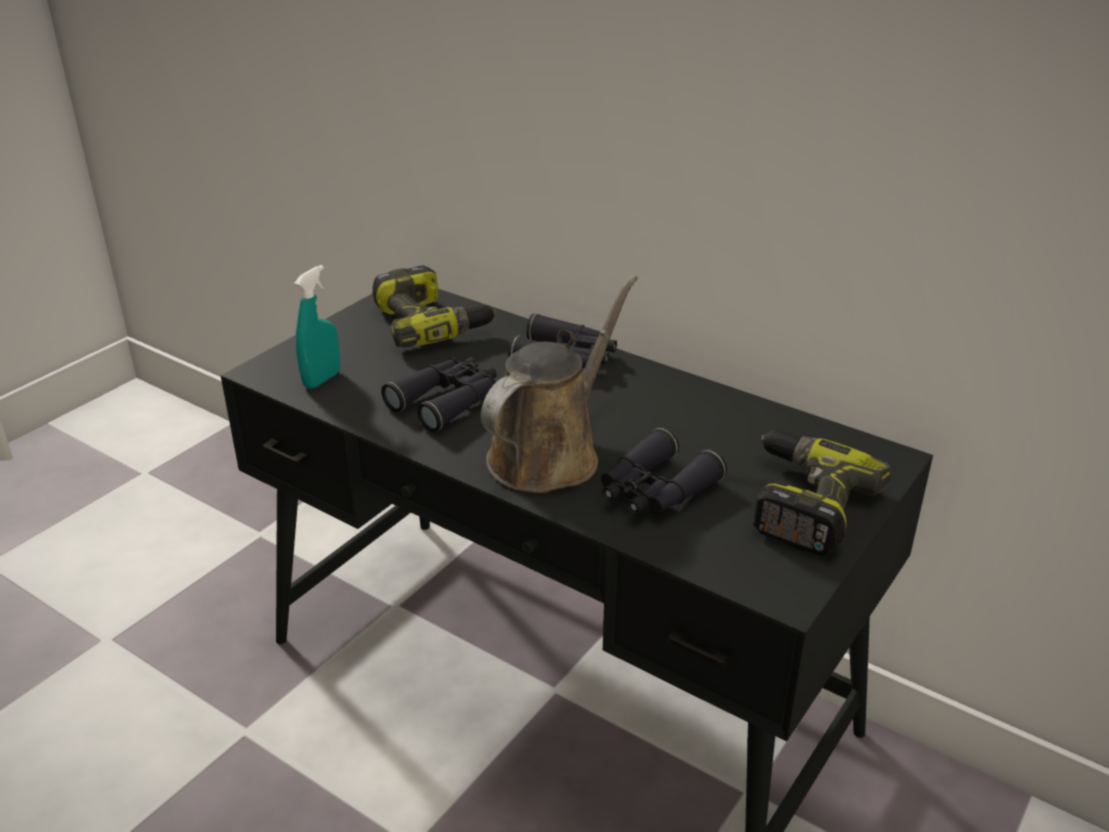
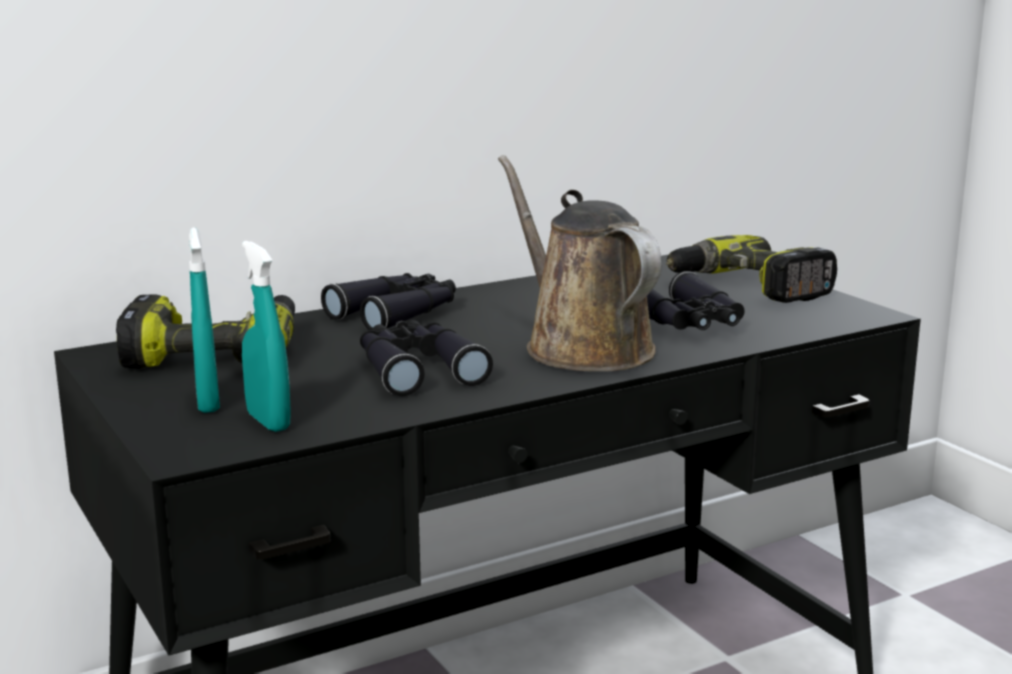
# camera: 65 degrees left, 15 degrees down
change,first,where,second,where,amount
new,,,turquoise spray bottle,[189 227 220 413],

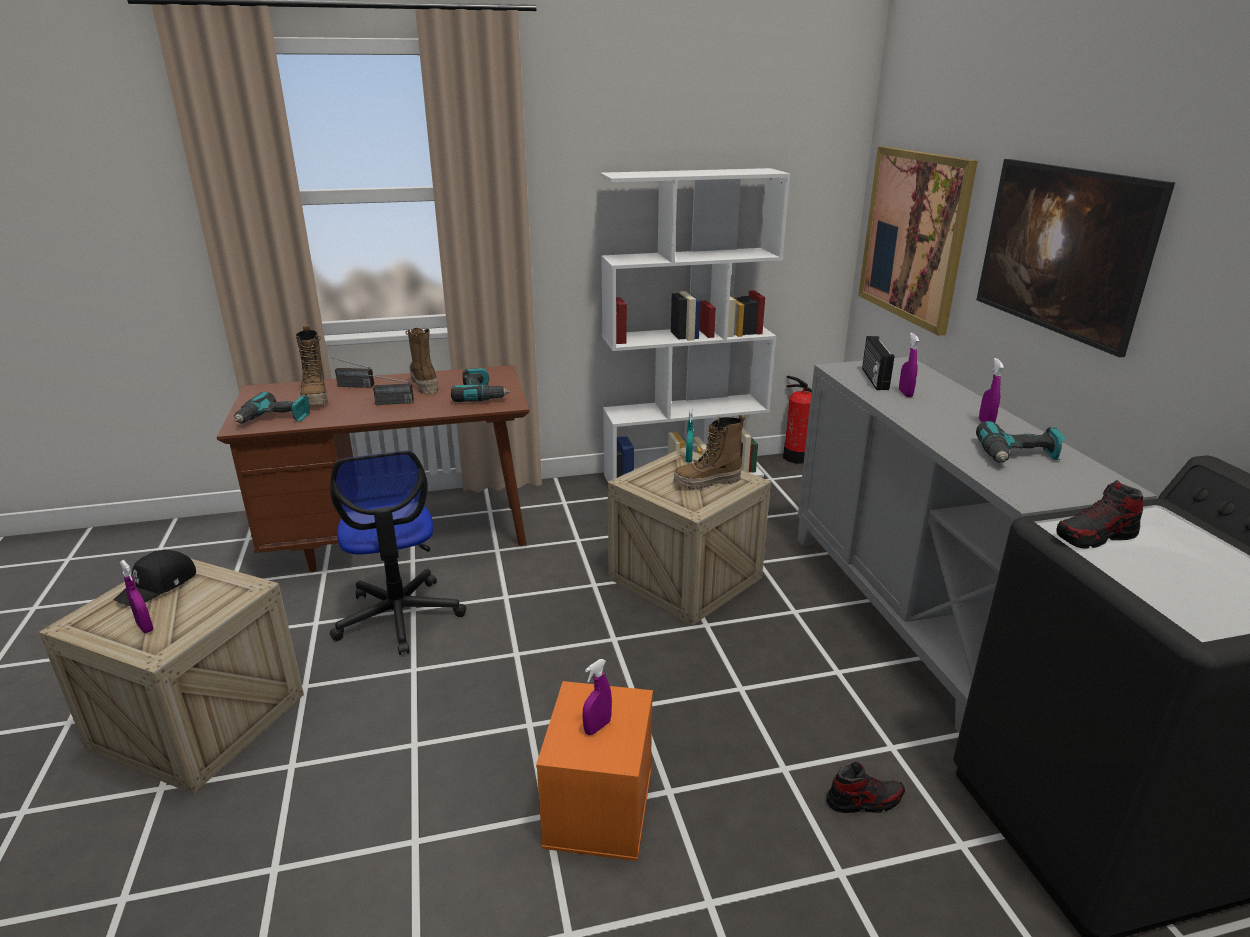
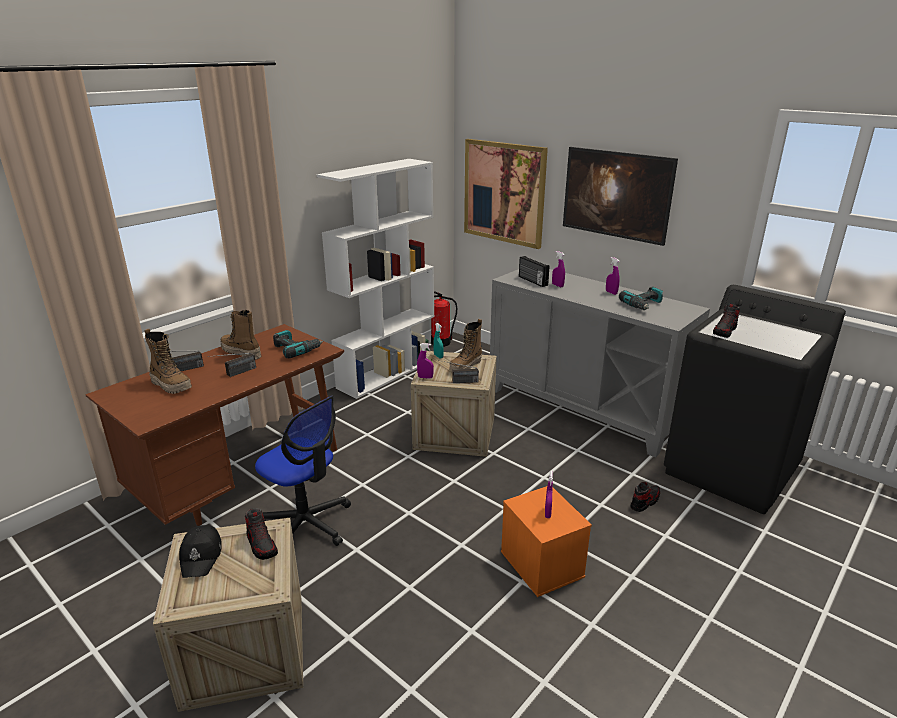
# camera: 35 degrees left, 0 degrees up
change,first,where,second,where,amount
new,,,shoe,[245 508 278 560],
shifted,purple spray bottle,[120 560 153 633],,[417 343 434 379],
new,,,radio,[443 361 479 383],
gone,power drill,[234 392 310 424],,,

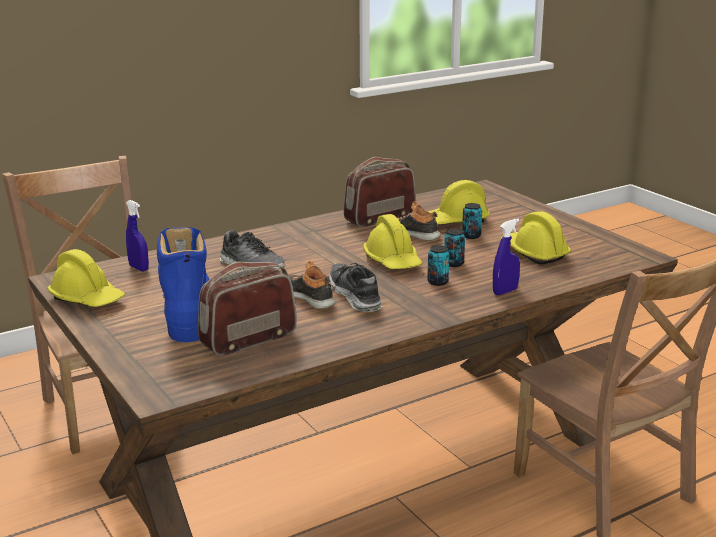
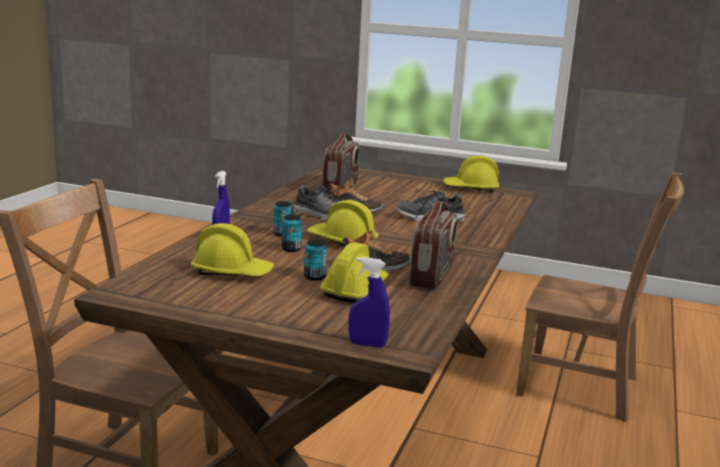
# camera: 140 degrees right, 5 degrees down
change,first,where,second,where,amount
shifted,blue spray bottle,[126 200 149 271],,[349 257 390 348],
gone,blue boot,[157 227 210 342],,,

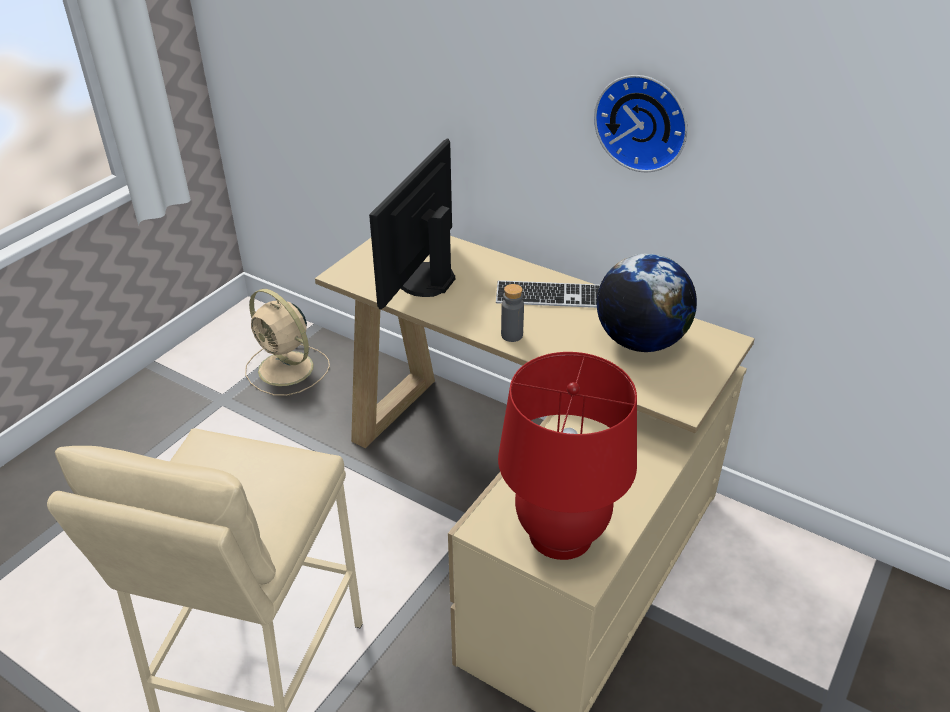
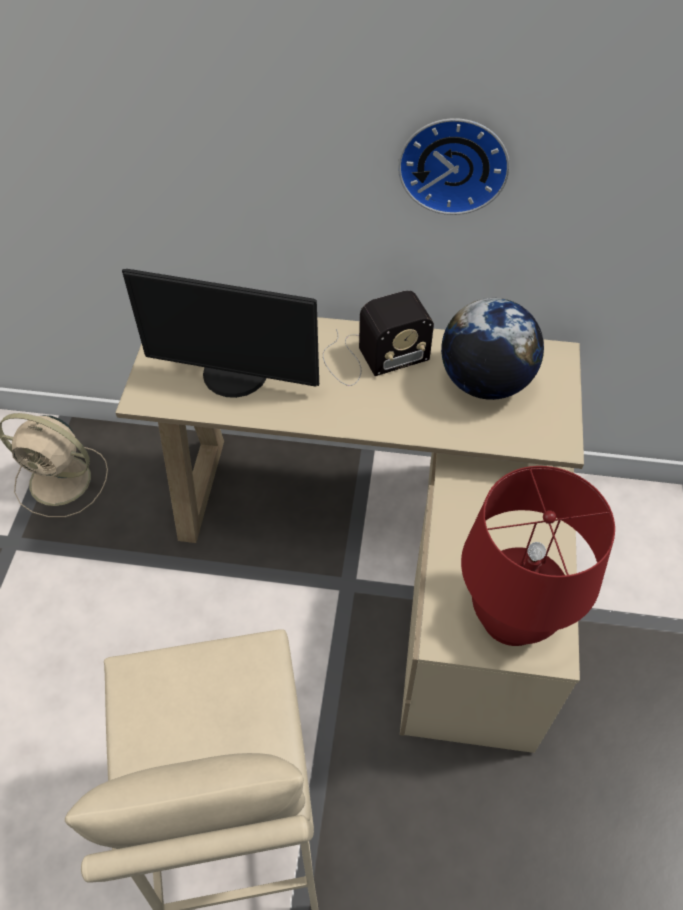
# camera: 25 degrees left, 15 degrees up
change,first,where,second,where,amount
rotated,monitor,[369 139 455 310],,[122 269 319 398],75 degrees counterclockwise
swapped,keyboard,[496 280 600 308],radio,[323 291 434 386],
gone,grey bottle,[501 284 524 342],,,

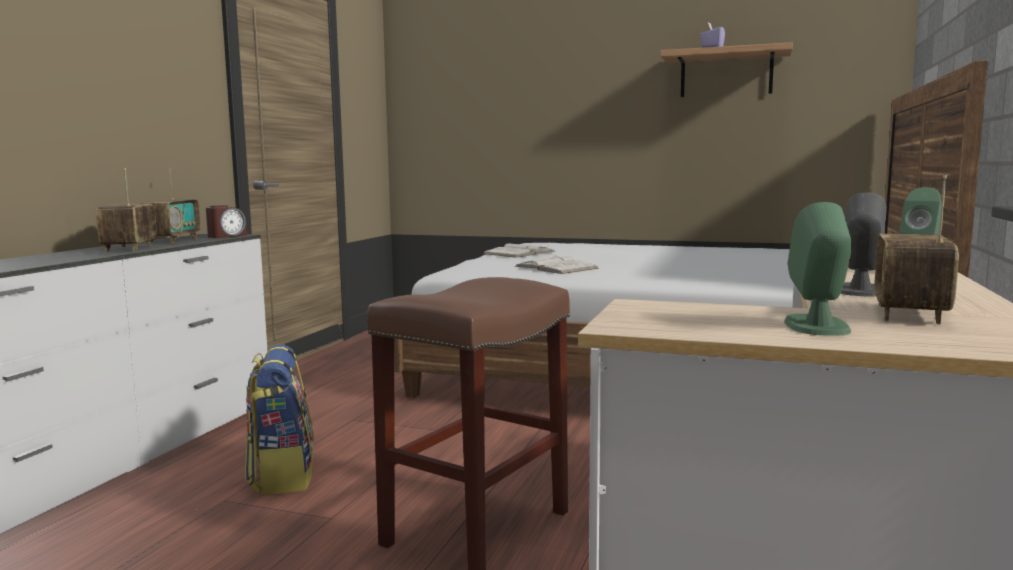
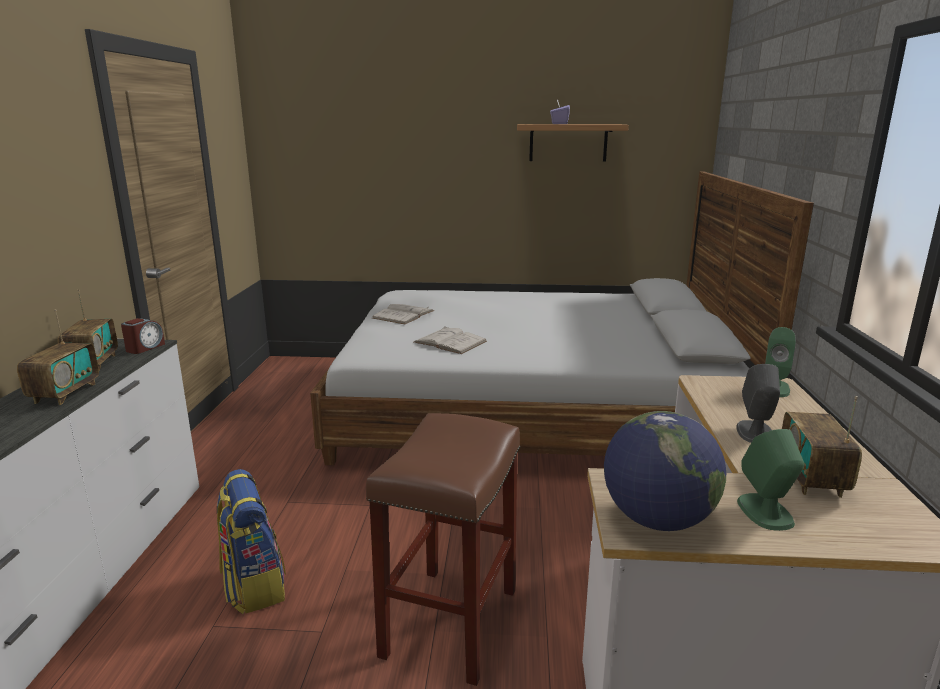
# camera: 15 degrees left, 10 degrees up
change,first,where,second,where,amount
rotated,radio,[96 168 157 253],,[17 309 99 405],150 degrees counterclockwise
new,,,globe,[604 411 726 531],

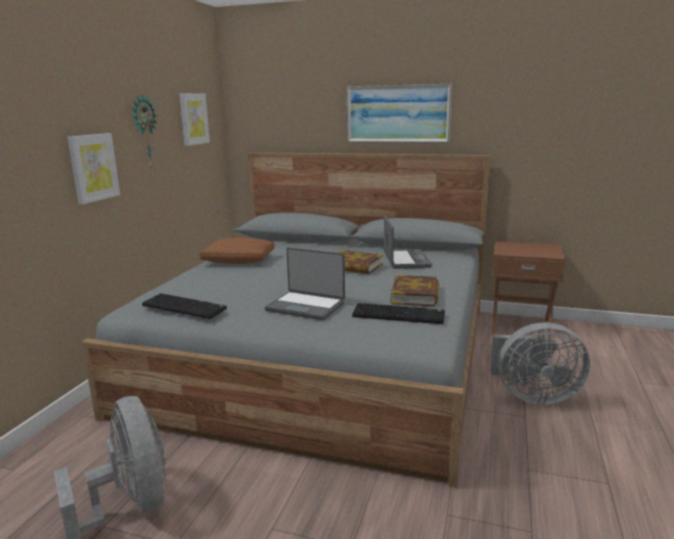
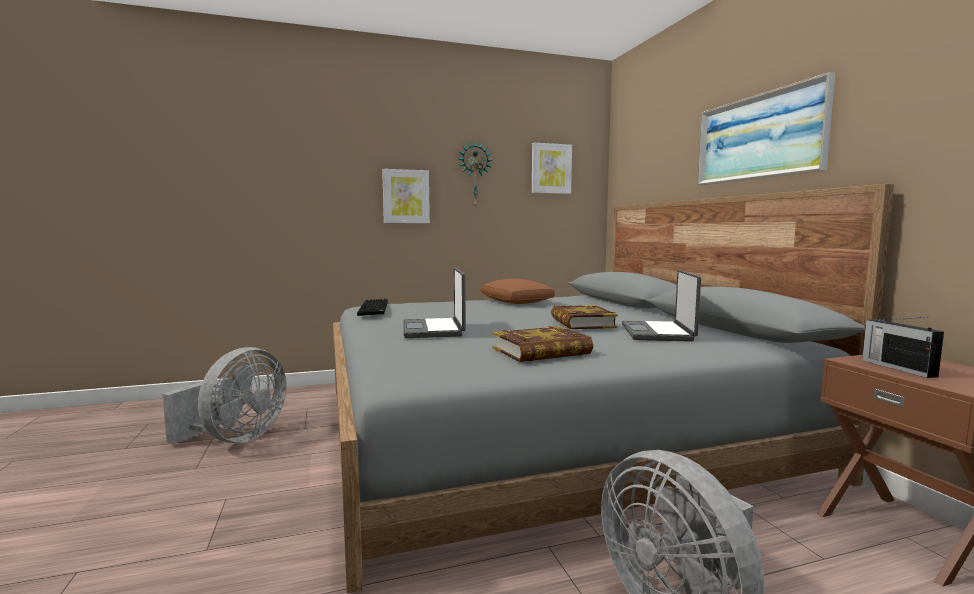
# camera: 55 degrees right, 10 degrees down
change,first,where,second,where,amount
rotated,laptop,[384 216 432 269],,[622 270 701 342],135 degrees clockwise
new,,,radio,[862 317 944 378],
gone,keyboard,[352 303 445 324],,,

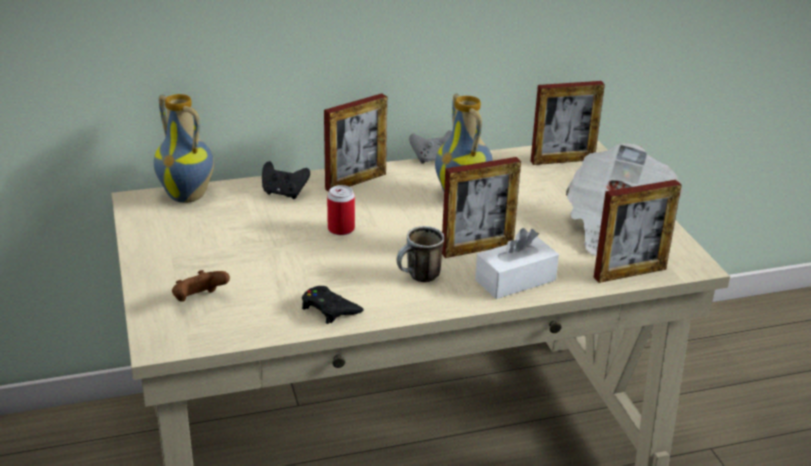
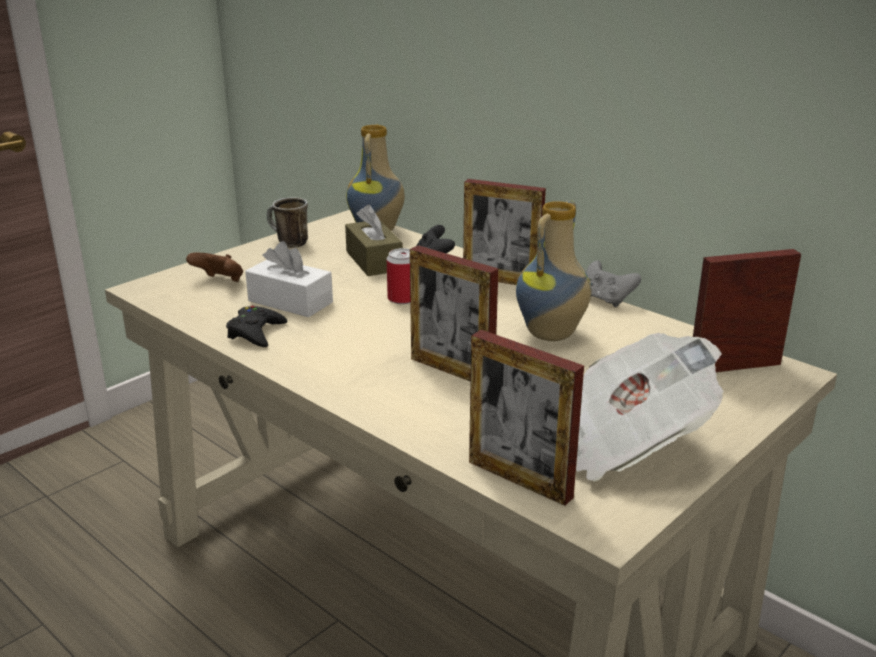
# camera: 60 degrees right, 5 degrees down
change,first,where,second,where,amount
shifted,white tissue box,[475 228 559 299],,[245 241 333 317],
shifted,mug,[396 226 444 282],,[266 197 308 248],
new,,,brown tissue box,[345 204 403 276],
rotated,picture frame,[531 81 605 165],,[693 249 801 373],120 degrees clockwise

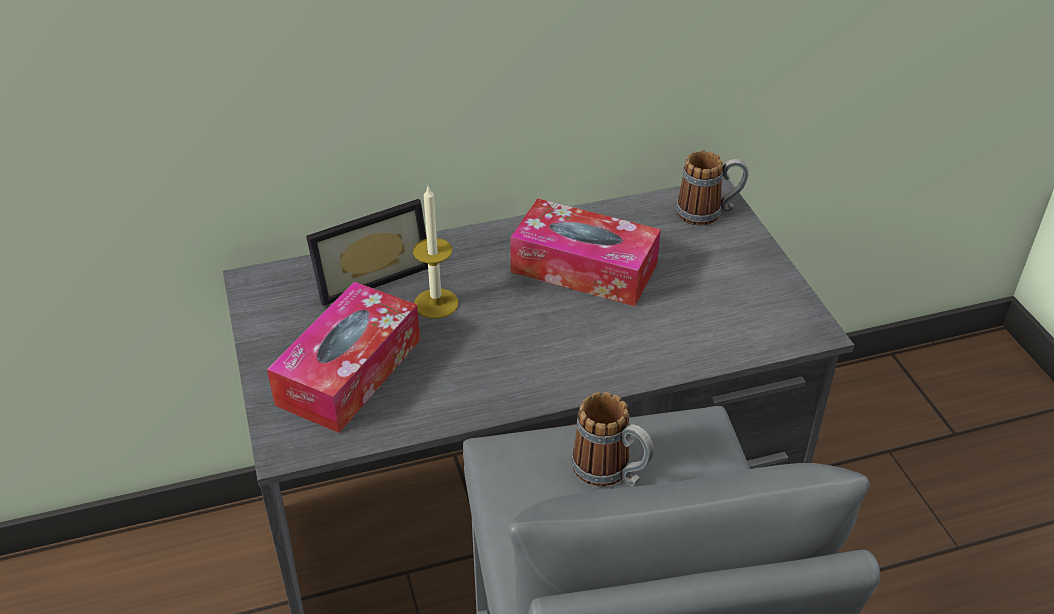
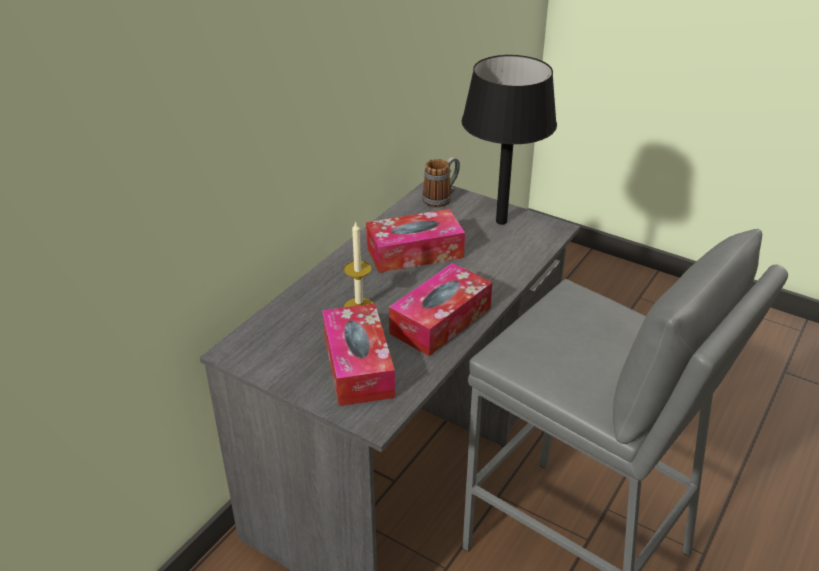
# camera: 40 degrees left, 5 degrees down
change,first,where,second,where,amount
new,,,tissue box,[389 263 492 356],
new,,,black table lamp,[462 55 557 225],
gone,picture frame,[306 199 428 306],,,
gone,mug,[571 392 654 486],,,

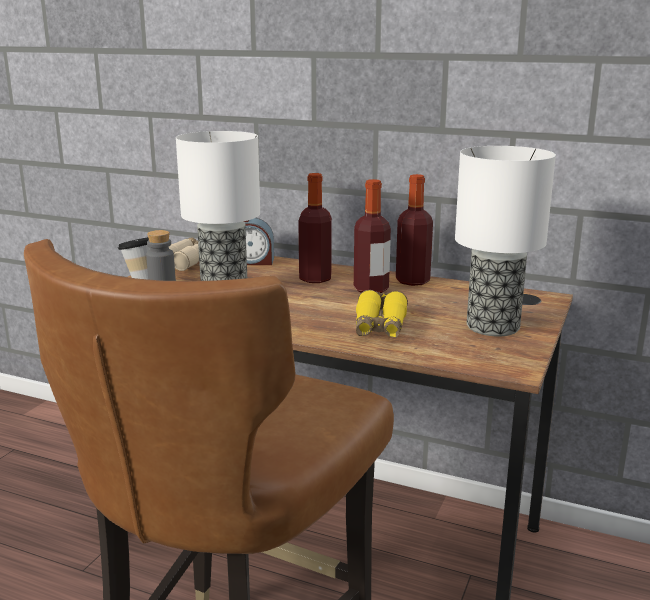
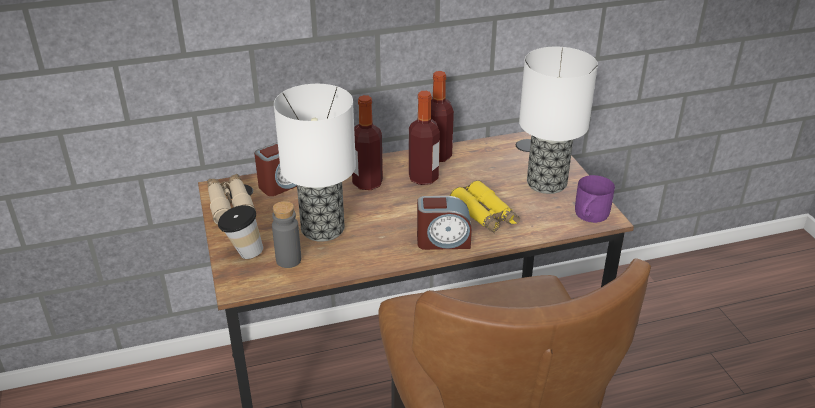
# camera: 40 degrees left, 15 degrees up
change,first,where,second,where,amount
new,,,alarm clock,[417 196 472 250],
new,,,purple mug,[575 175 615 223],

